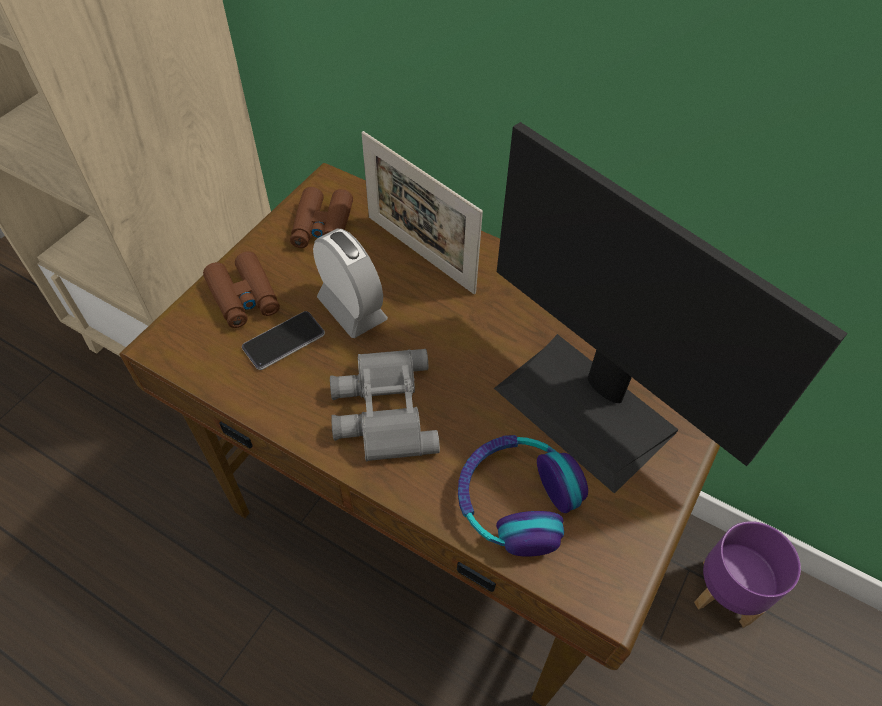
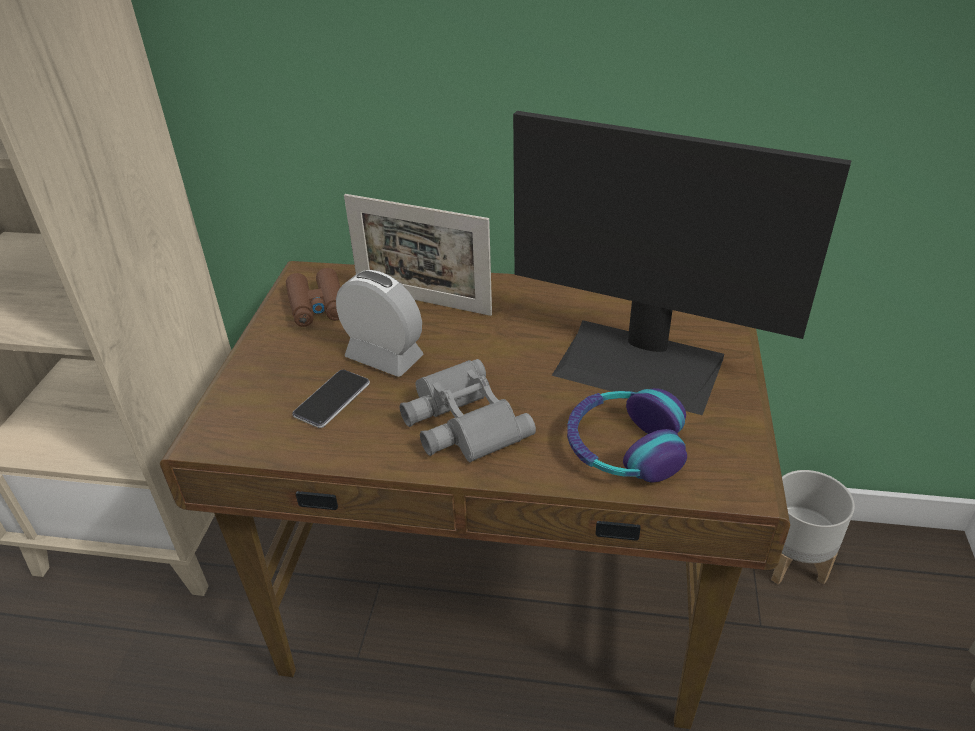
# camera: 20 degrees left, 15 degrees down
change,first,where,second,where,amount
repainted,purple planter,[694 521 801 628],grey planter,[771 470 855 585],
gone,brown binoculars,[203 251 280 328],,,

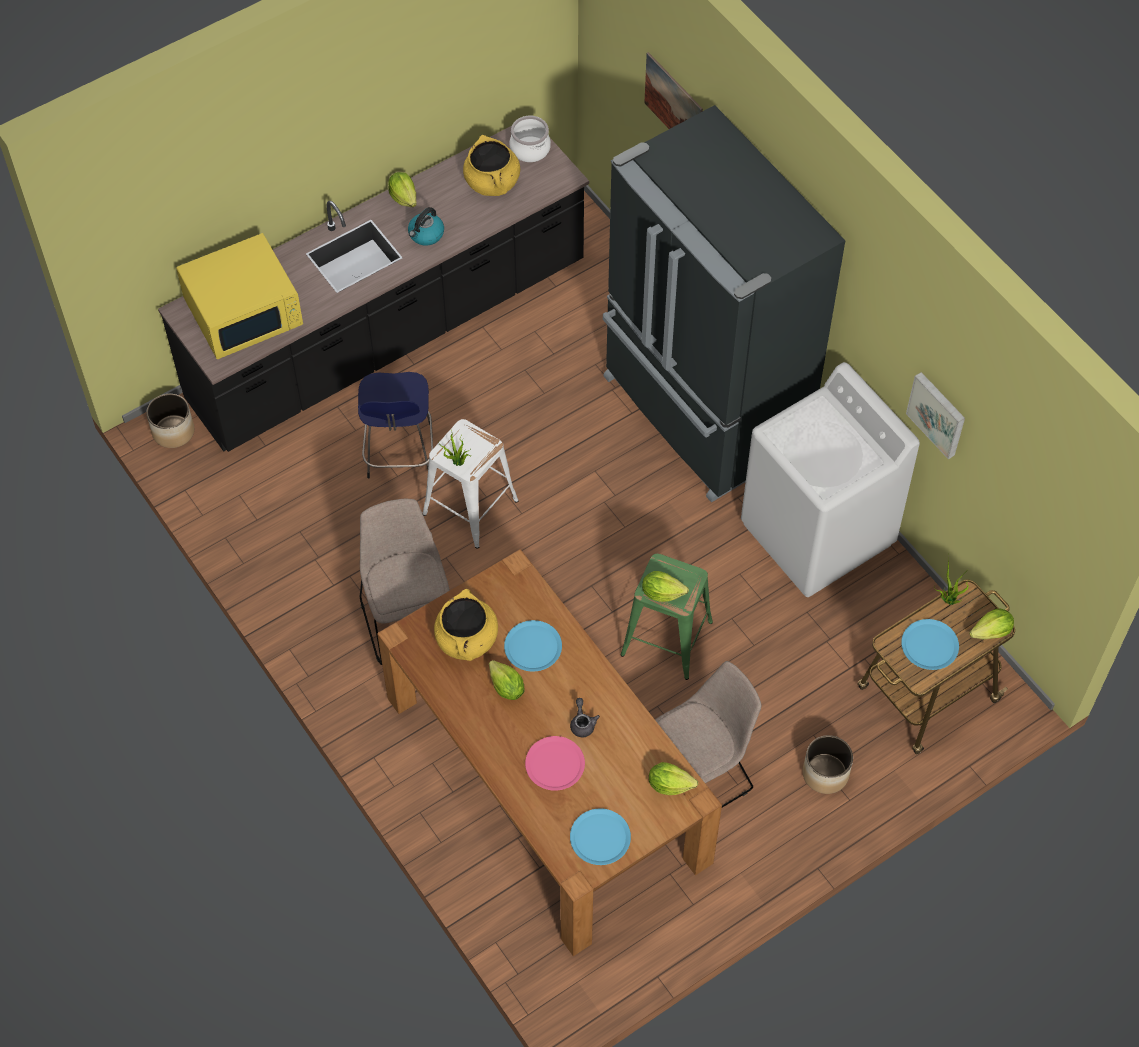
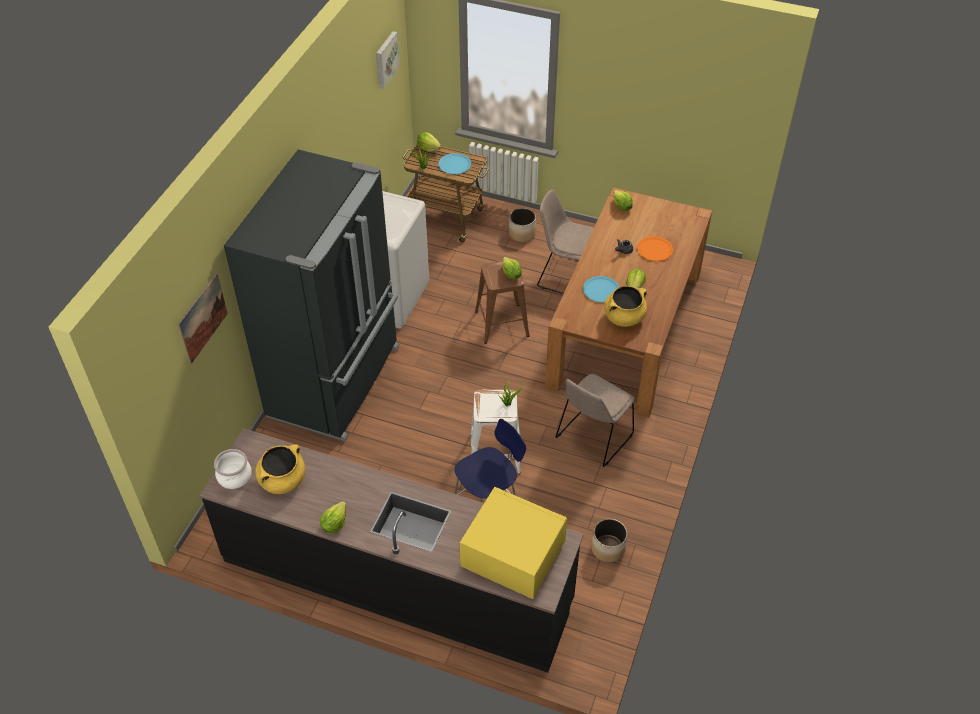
# camera: 125 degrees left, 10 degrees down
change,first,where,second,where,amount
shifted,picture,[906 372 965 459],,[376 31 400 89],
repainted,green stool,[620 554 713 680],brown stool,[475 259 530 344],
shifted,planter,[146 394 194 448],,[591 519 627 562],
repainted,pink plate,[525 736 585 791],orange plate,[637 236 673 261],
gone,kettle,[408 207 444 246],,,
gone,blue plate,[570 808 631 865],,,

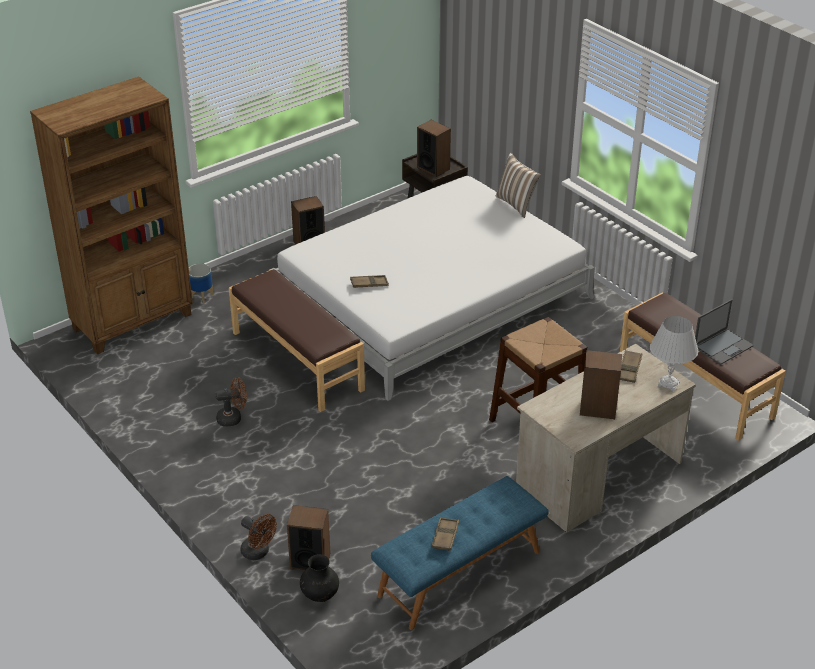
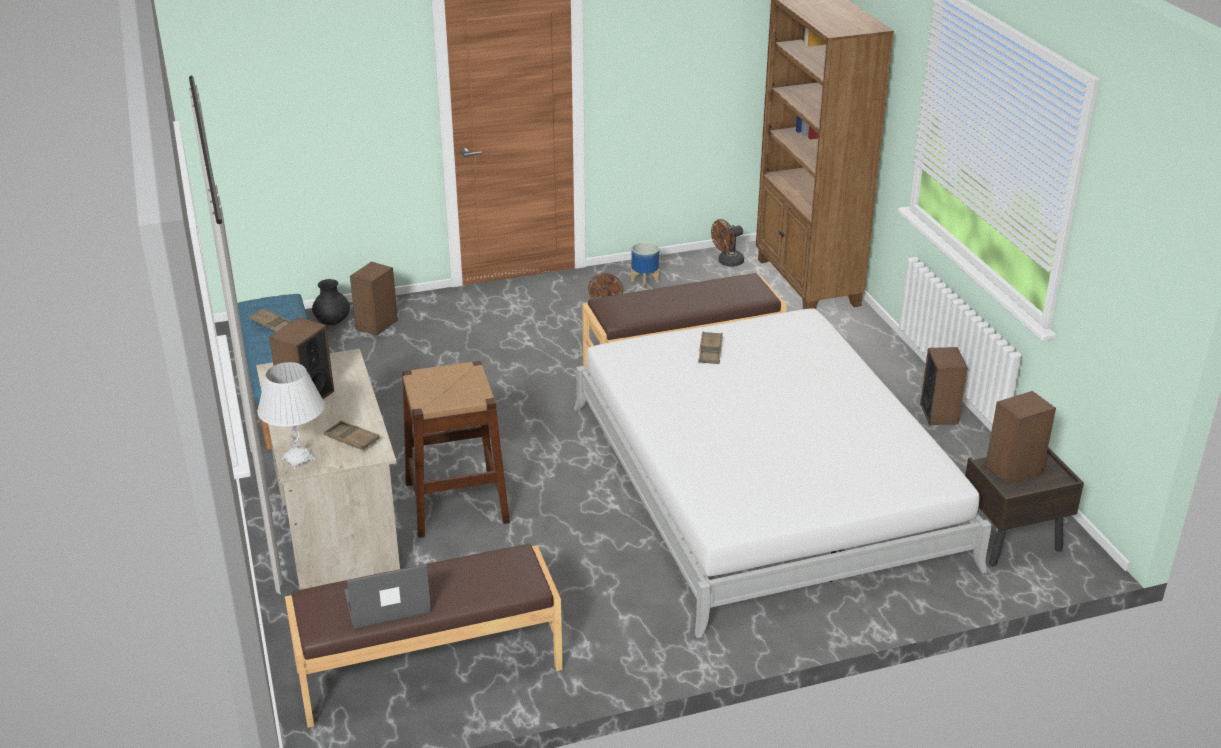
# camera: 110 degrees right, 5 degrees down
change,first,where,second,where,amount
rotated,laptop,[695 299 754 365],,[344 564 431 629],90 degrees clockwise
shifted,planter,[189 264 214 304],,[631 242 659 288],
shifted,brown fan,[240 514 277 560],,[711 219 744 267],
gone,pillow,[495 153 541 218],,,

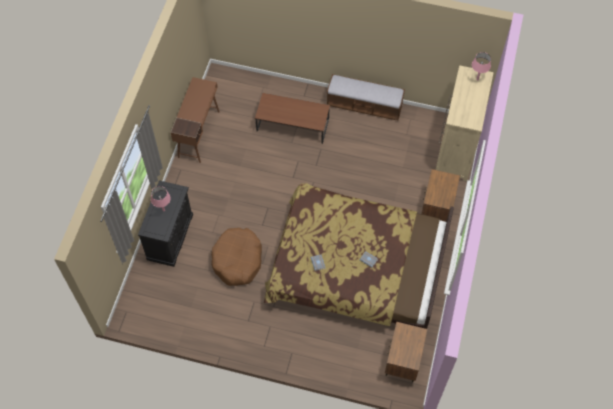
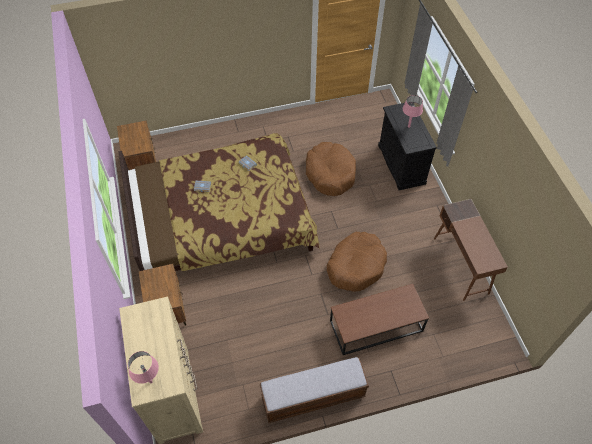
# camera: 150 degrees right, 5 degrees down
change,first,where,second,where,amount
new,,,brown dog bed,[327 232 387 291],

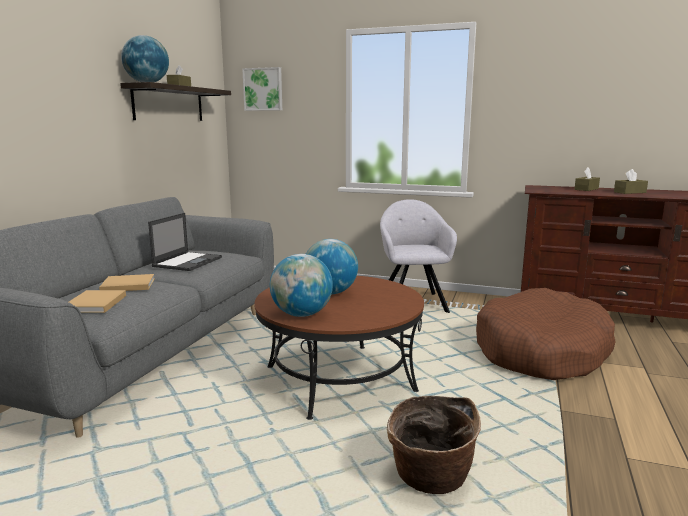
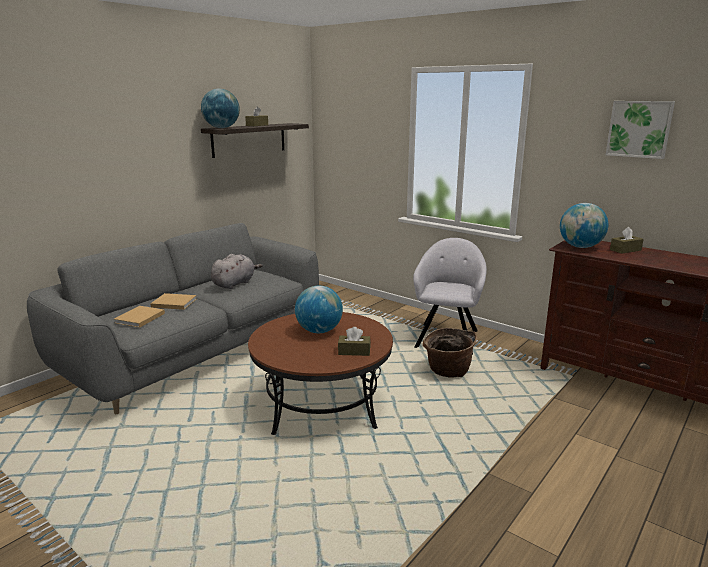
# camera: 20 degrees right, 5 degrees up
change,first,where,second,where,amount
swapped,laptop,[148 213 222 271],grey plush toy,[211 254 263 289],
shifted,brown tissue box,[614 169 648 194],,[338 327 371 356],
shifted,basket,[387 396 481 494],,[423 328 477 378],
shifted,globe,[270 254 333 317],,[560 203 608 248],
shifted,picture,[242 67 282 111],,[606 101 675 159],
gone,brown dog bed,[476 288 616 380],,,

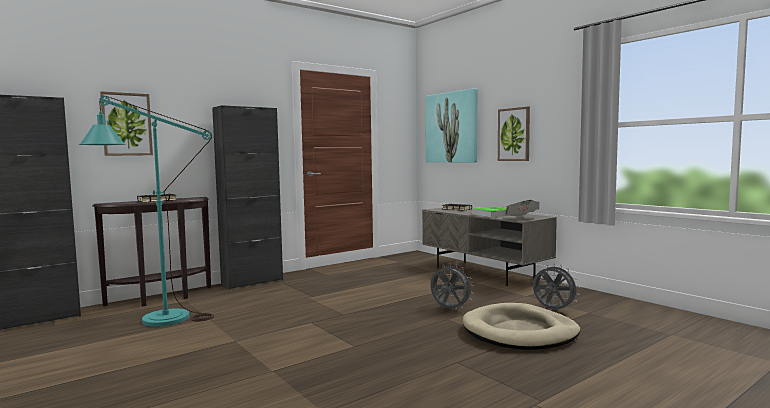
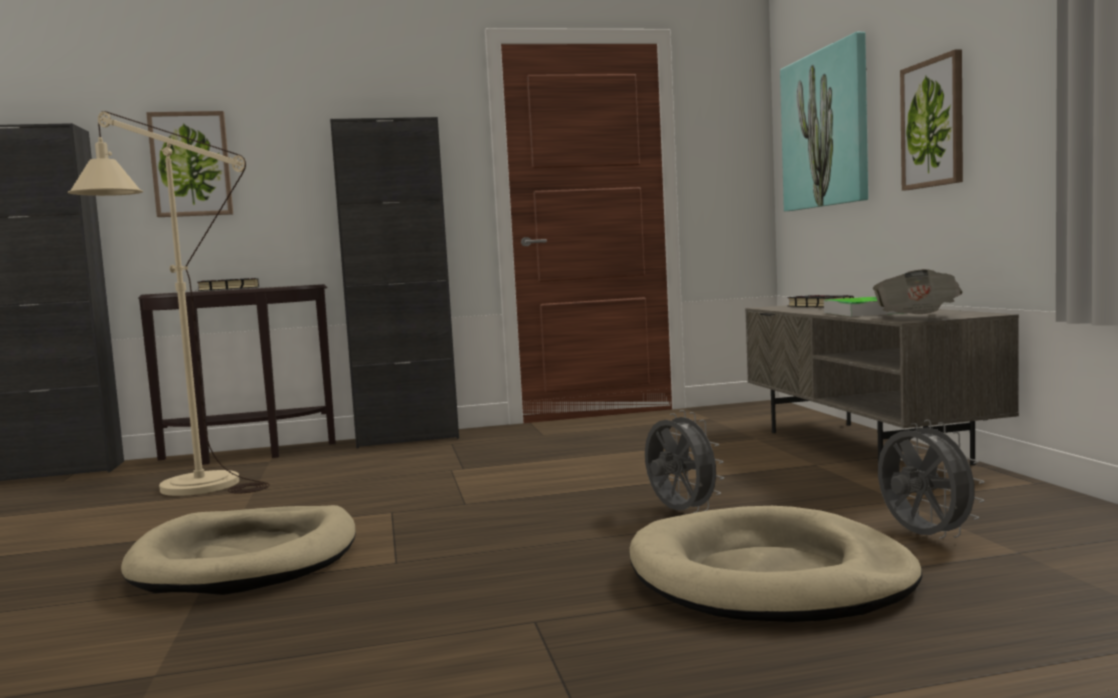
# camera: 25 degrees right, 0 degrees up
change,first,where,second,where,amount
repainted,turquoise floor lamp,[79 96 214 327],beige floor lamp,[68 111 270 496],
new,,,beige dog bed,[121 505 356 595],

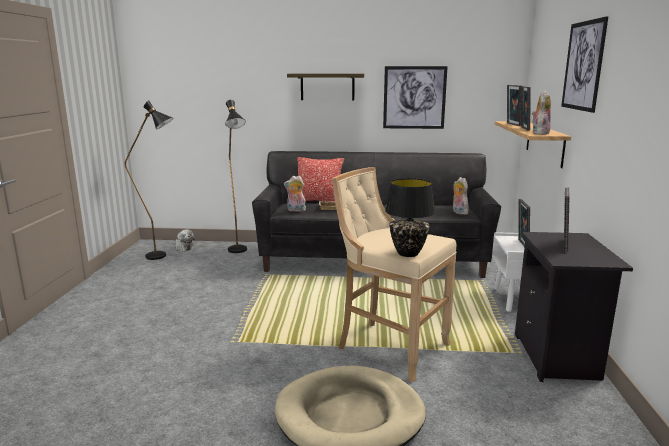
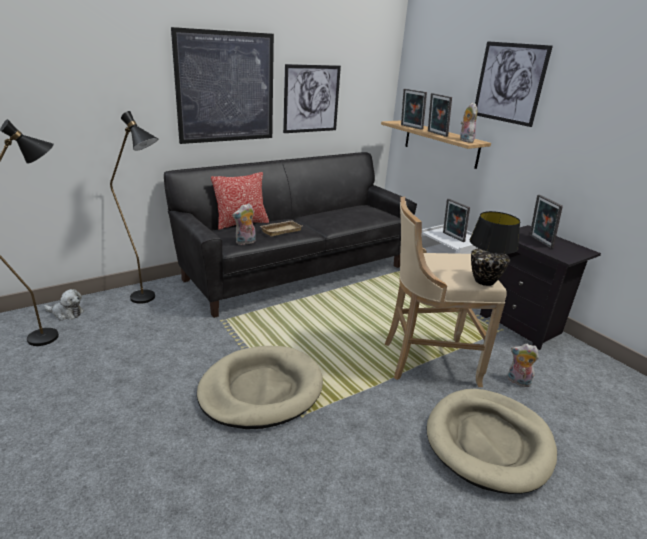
# camera: 40 degrees left, 10 degrees up
change,first,where,second,where,amount
swapped,shelf,[287 73 364 100],picture,[171 27 274 144],
new,,,beige dog bed,[197 346 323 429],
shifted,plush toy,[453 177 469 215],,[508 344 539 387],

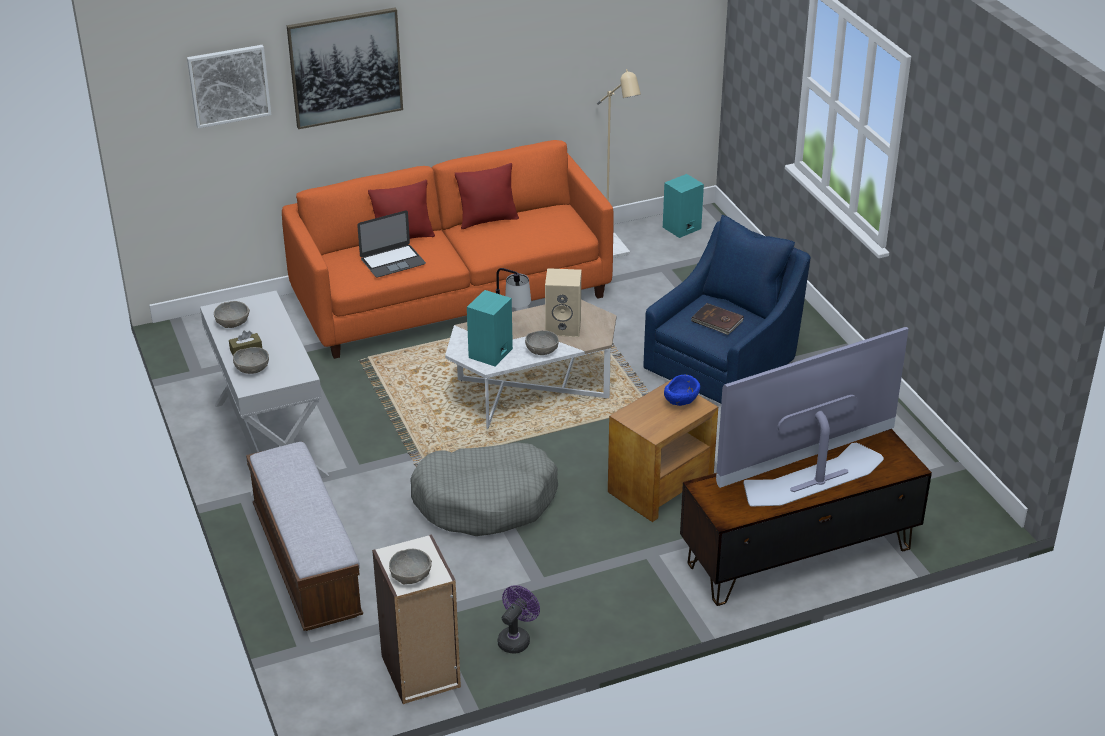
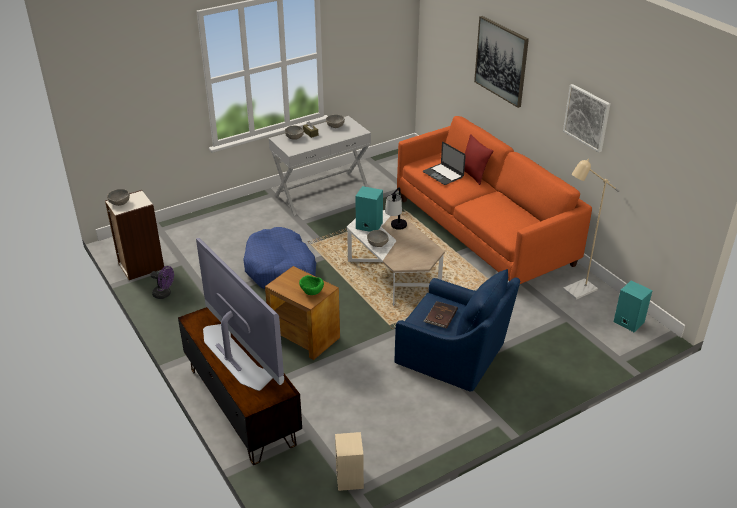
# camera: 80 degrees right, 0 degrees up
change,first,where,second,where,amount
repainted,grey dog bed,[410 442 558 536],blue dog bed,[243 227 316 289],
repainted,blue bowl,[664 375 700 406],green bowl,[299 275 324 295],
shifted,beige speaker,[545 268 581 337],,[335 432 364 491],
shifted,picture,[187 45 271 128],,[563 84 610 152],
gone,bench,[246 442 363 631],,,
gone,red pillow,[455 163 519 229],,,

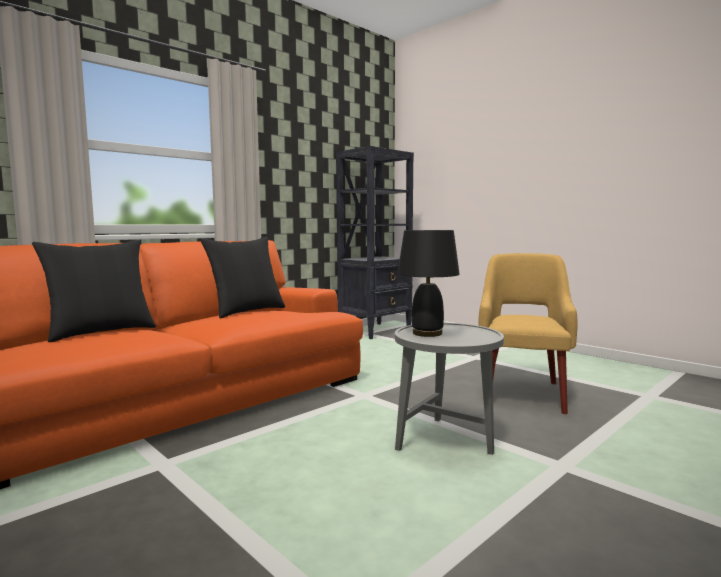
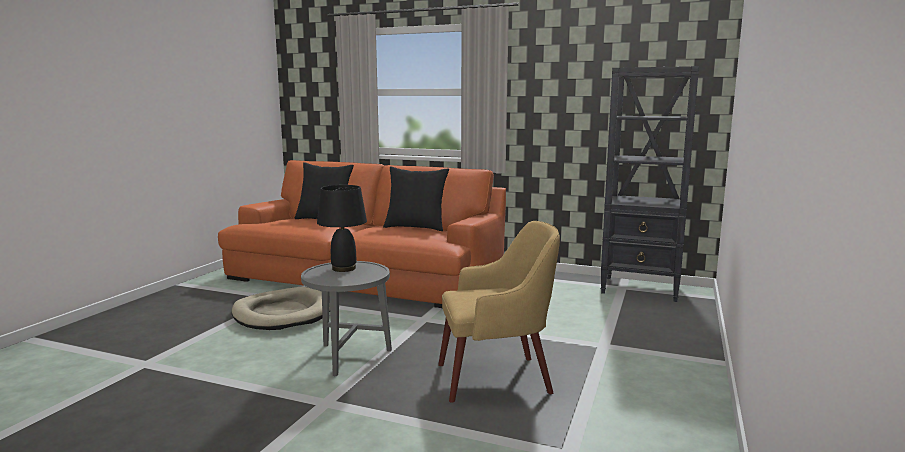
# camera: 65 degrees right, 5 degrees up
change,first,where,second,where,amount
new,,,beige dog bed,[232 287 330 330],

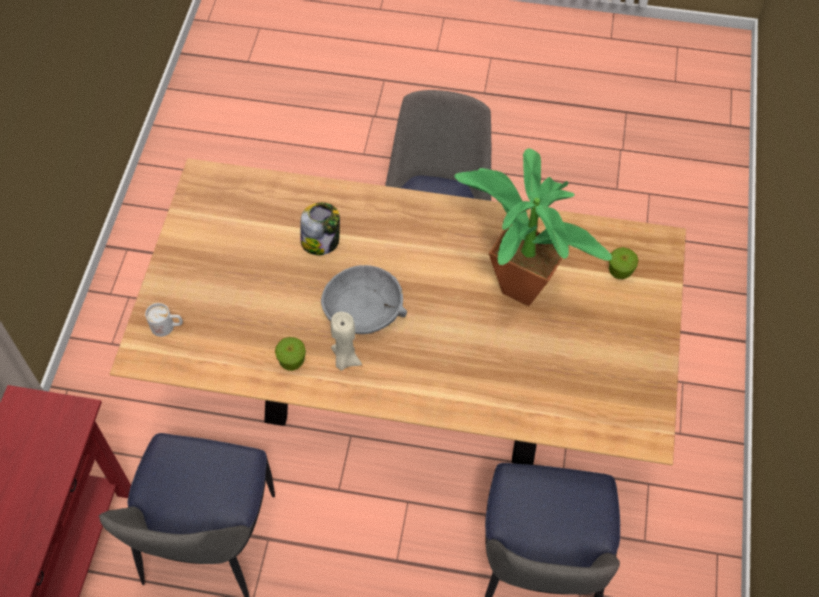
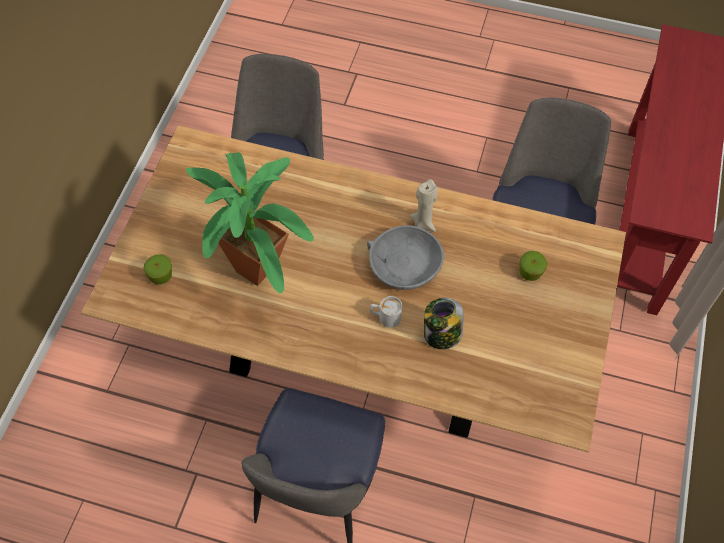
# camera: 175 degrees left, 0 degrees up
change,first,where,second,where,amount
shifted,white mug,[145 303 183 337],,[370 296 402 328],
shifted,apple,[275 337 306 371],,[519 251 547 281],

